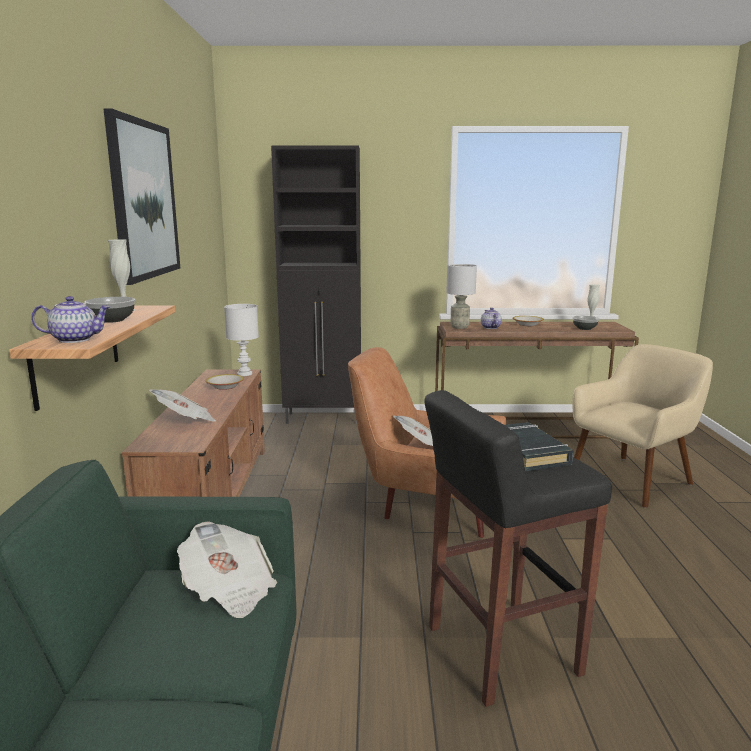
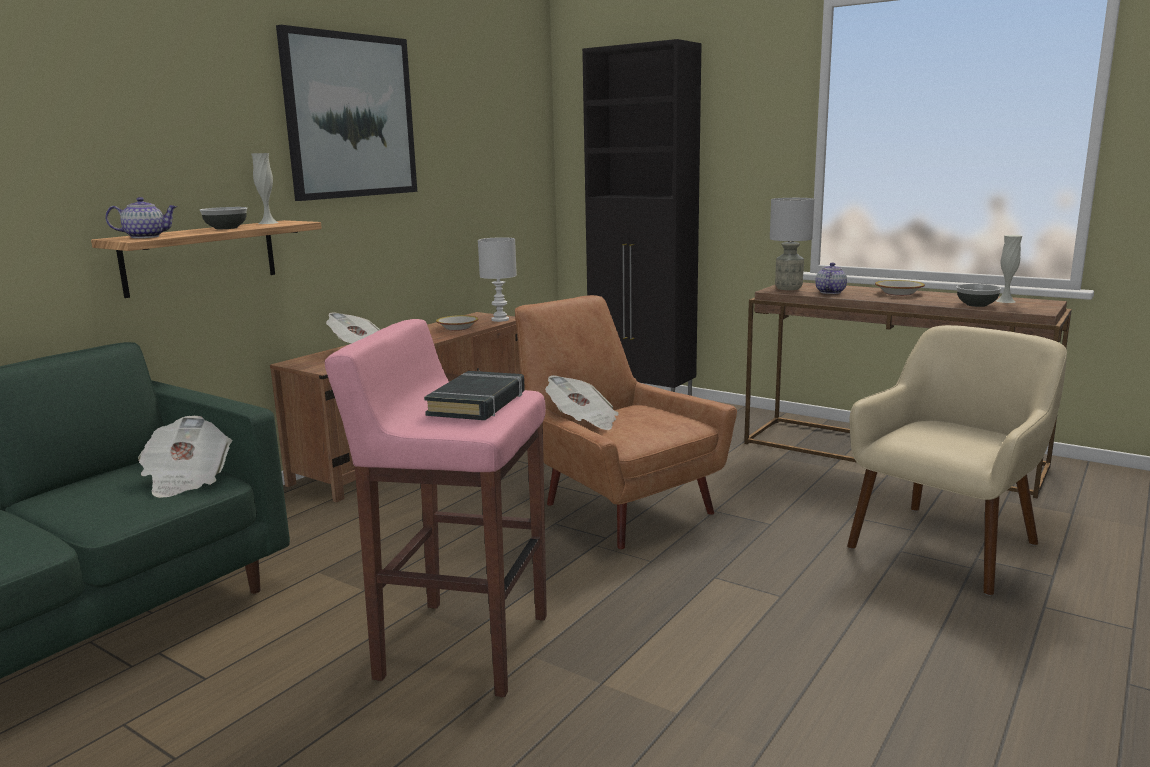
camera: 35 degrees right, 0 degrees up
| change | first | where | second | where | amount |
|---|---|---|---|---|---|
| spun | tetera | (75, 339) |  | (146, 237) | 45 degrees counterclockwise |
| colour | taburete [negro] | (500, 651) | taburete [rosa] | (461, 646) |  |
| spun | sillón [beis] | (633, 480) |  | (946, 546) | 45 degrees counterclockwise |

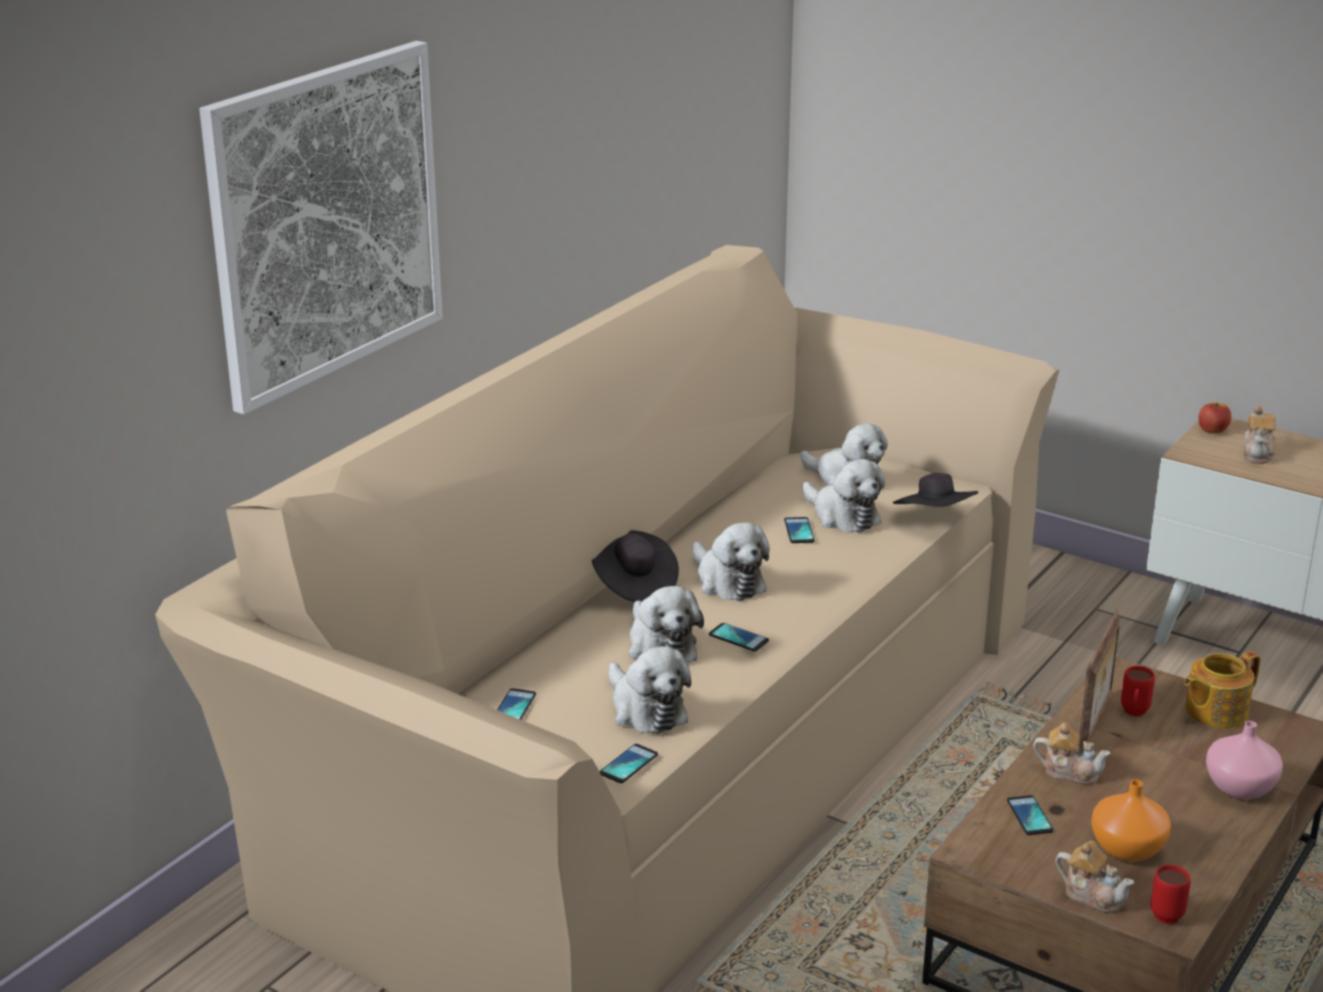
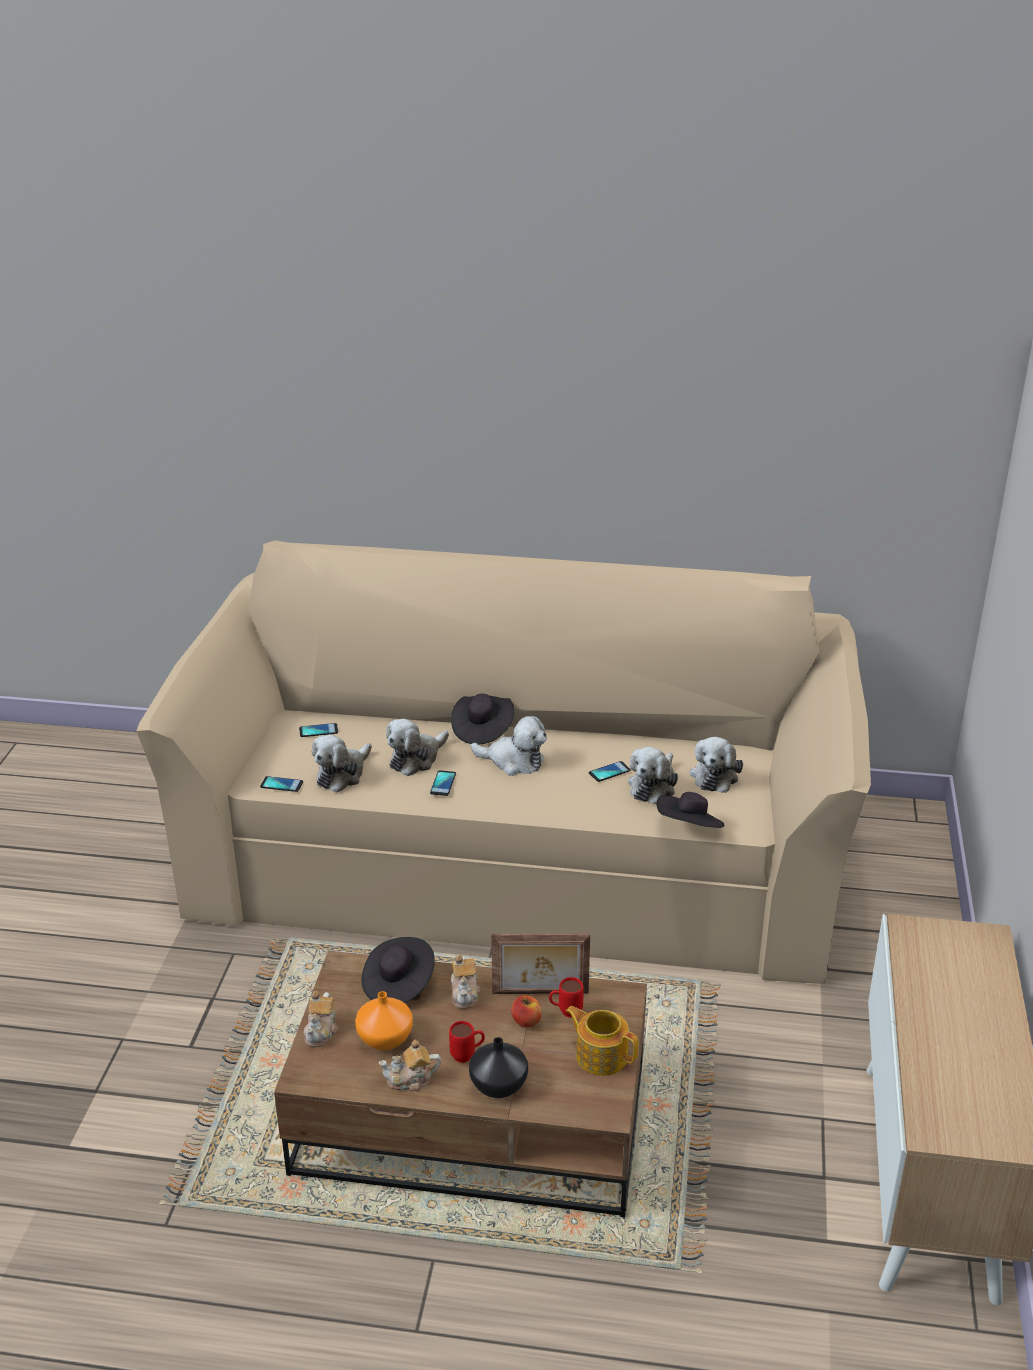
camera: 65 degrees right, 5 degrees up
| change | first | where | second | where | amount |
|---|---|---|---|---|---|
| exchanged | móvil | (1029, 816) | sombrero [negro] | (398, 984) |  |
| relocated | tetera | (1257, 454) |  | (410, 1080) |  |
| relocated | taza grande [rojo] | (1166, 912) |  | (467, 1055) |  |
| colour | florero [rosa] | (1240, 787) | florero [negro] | (500, 1085) |  |
| spun | peluche | (728, 581) |  | (513, 761) | 105 degrees counterclockwise |
| relocated | manzana | (1212, 430) |  | (526, 1021) |  |
| missing | cuadro | (326, 221) |  |  |  |

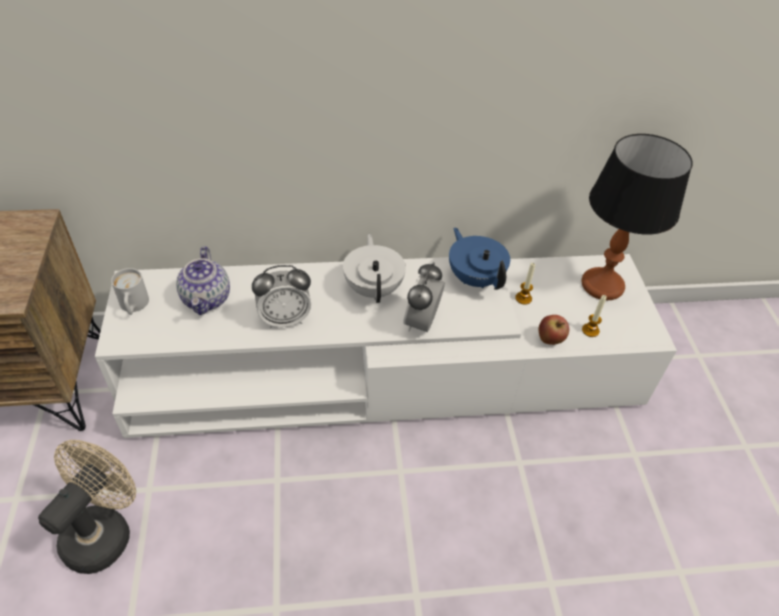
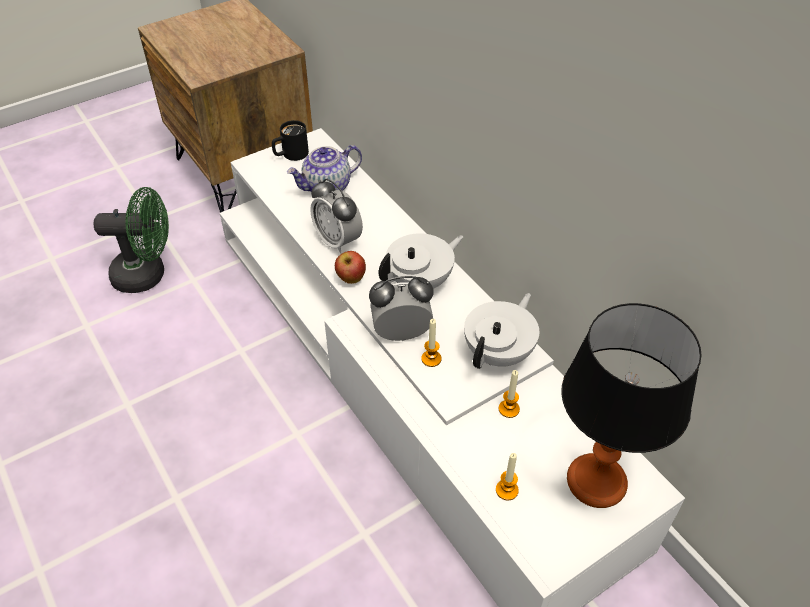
camera: 65 degrees right, 0 degrees up
| change | first | where | second | where | amount |
|---|---|---|---|---|---|
| colour | ventilador [beis] | (104, 531) | ventilador [verde] | (148, 275) |  |
| colour | taza grande [blanco] | (134, 306) | taza grande [negro] | (290, 155) |  |
| relocated | manzana | (550, 340) |  | (351, 279) |  |
| appeared |  |  | vela | (431, 359) |  |
| colour | tetera [azul] | (475, 278) | tetera [blanco] | (499, 353) |  |

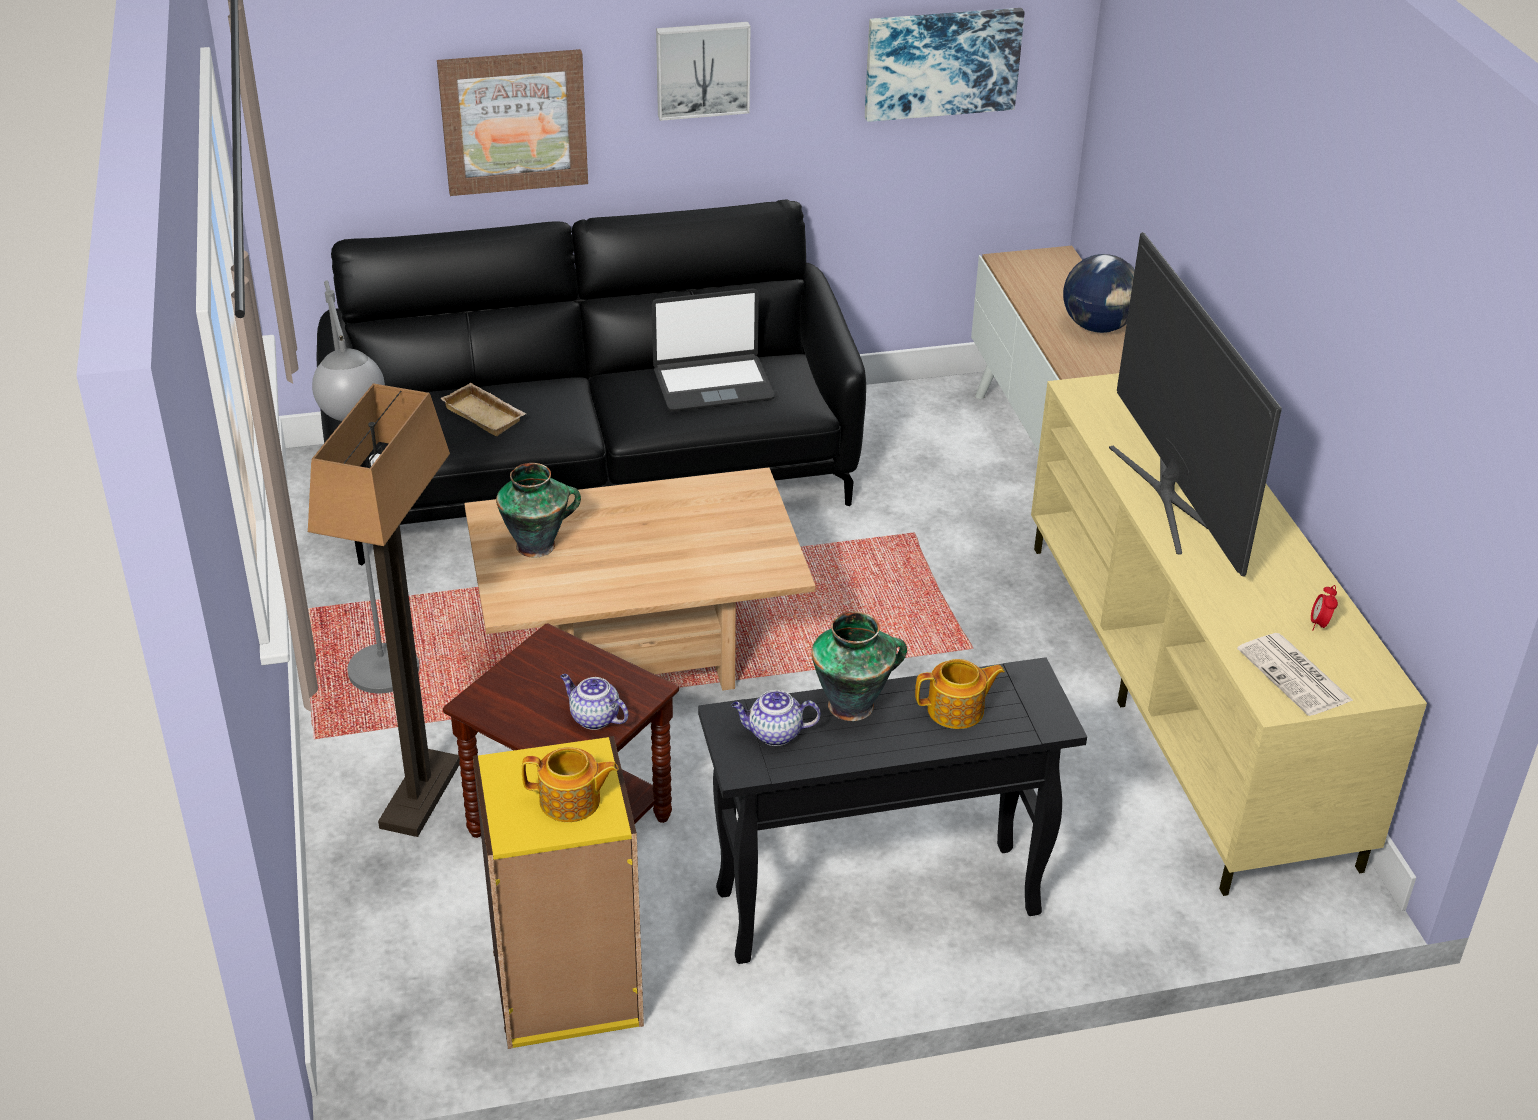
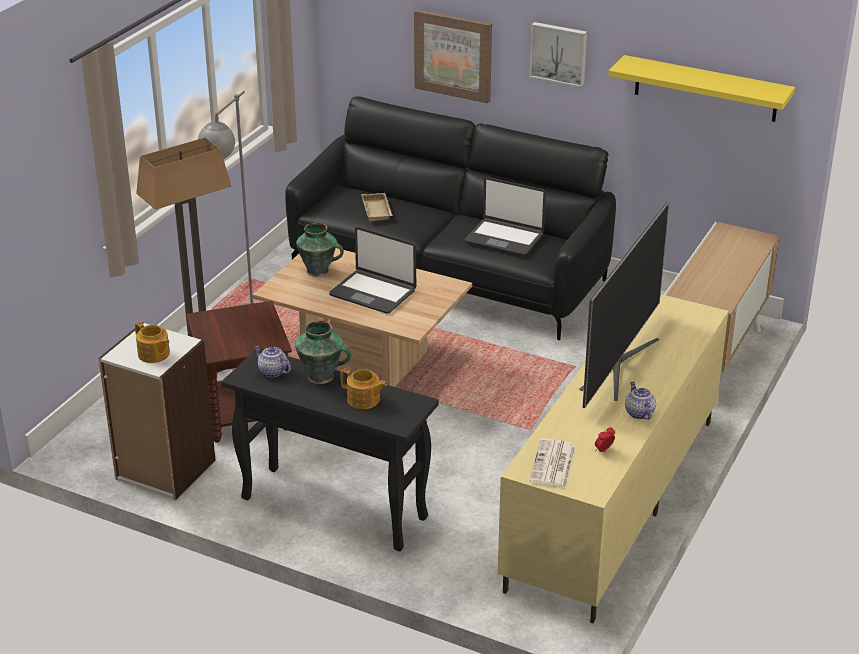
camera: 40 degrees right, 5 degrees down
| change | first | where | second | where | amount |
|---|---|---|---|---|---|
| colour | estantería [amarillo] | (567, 987) | estantería [blanco] | (165, 470) |  |
| appeared |  |  | portátil | (373, 292) |  |
| exchanged | cuadro | (941, 62) | estante [amarillo] | (705, 89) |  |
| relocated | tetera | (593, 718) |  | (639, 413) |  |
| missing | globo terráqueo | (1098, 327) |  |  |  |

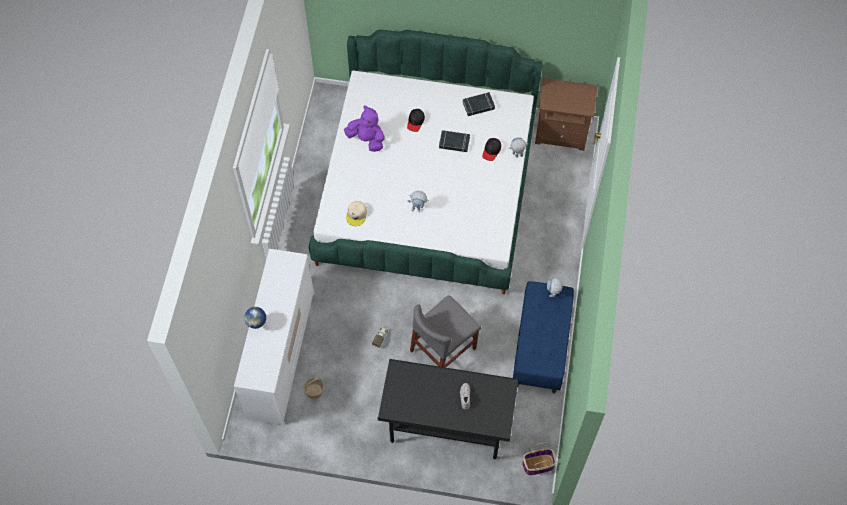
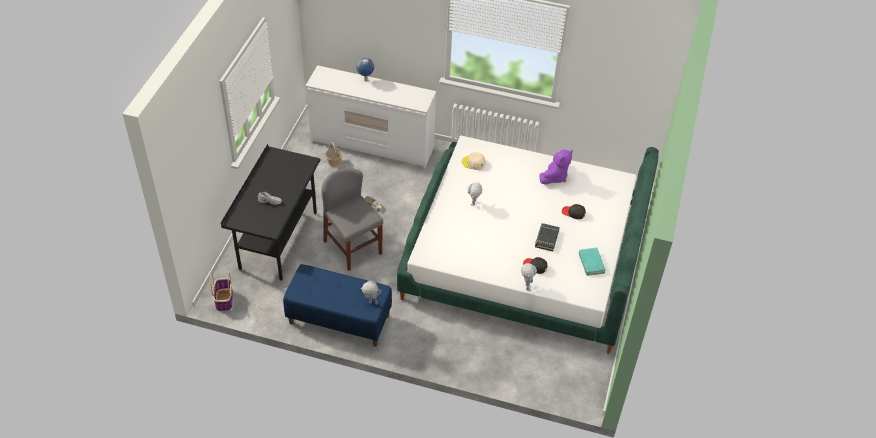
camera: 95 degrees right, 15 degrees down
| change | first | where | second | where | amount |
|---|---|---|---|---|---|
| colour | libro [negro] | (478, 106) | libro [turquesa] | (591, 263) |  |
| missing | mesita de noche [marrón] | (561, 133) |  |  |  |

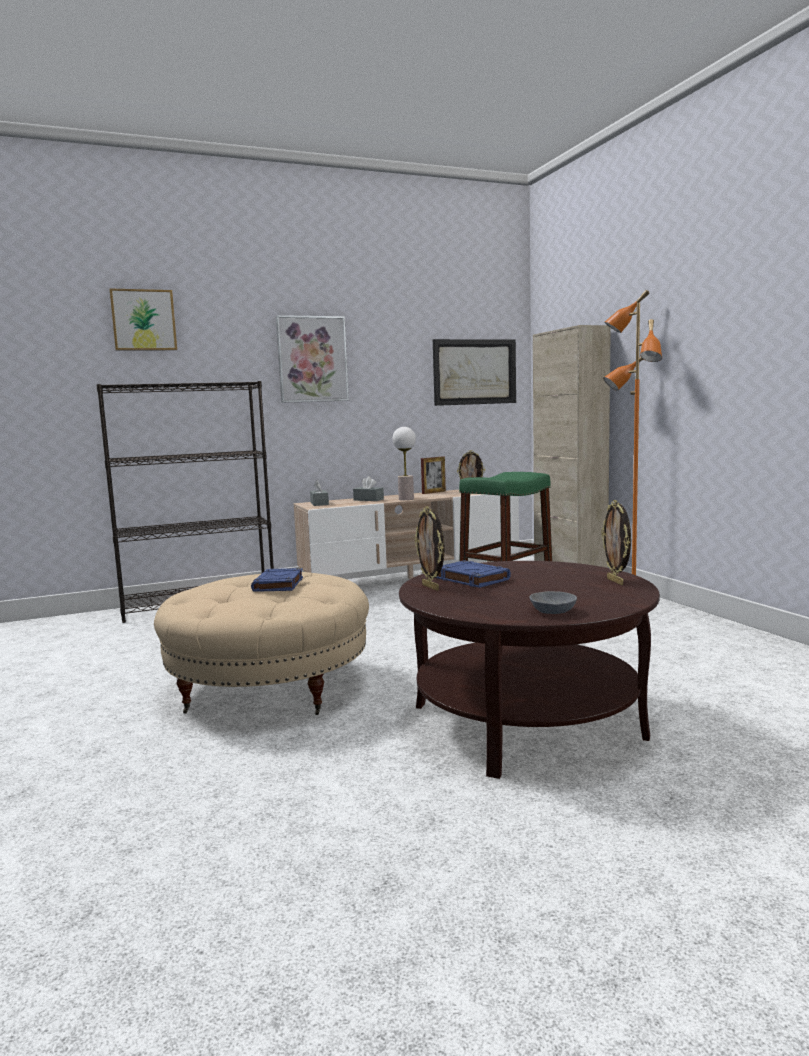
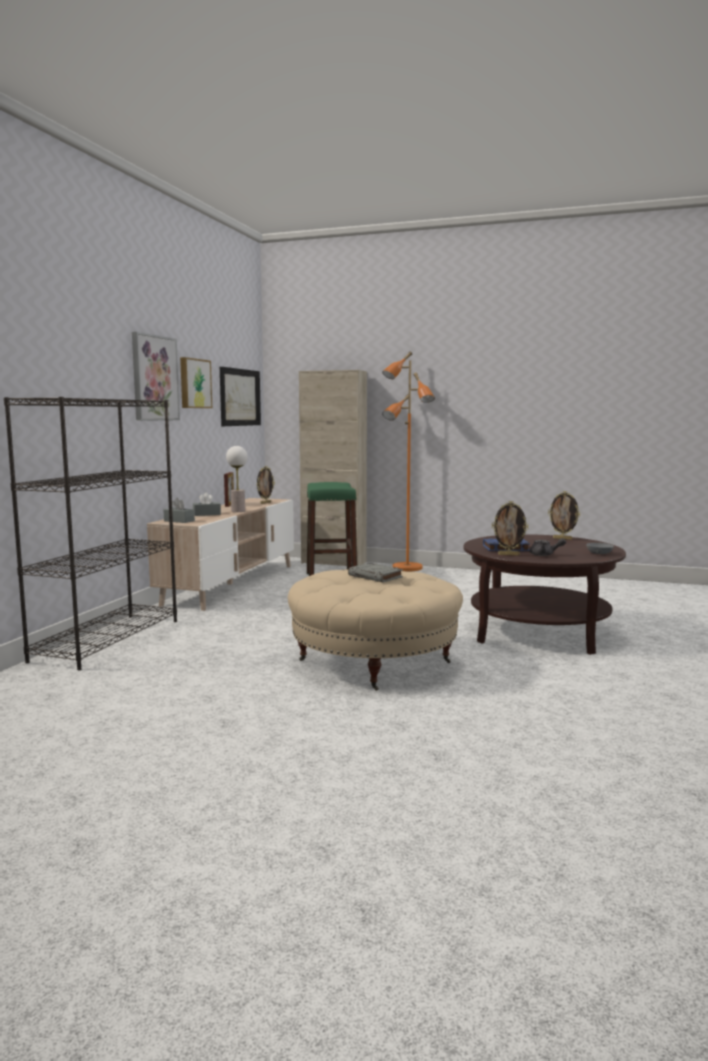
camera: 50 degrees left, 0 degrees up
| change | first | where | second | where | amount |
|---|---|---|---|---|---|
| relocated | cuadro | (143, 320) |  | (194, 383) |  |
| colour | libro [azul] | (278, 584) | libro [gris] | (376, 576) |  |
| appeared |  |  | tetera [gris] | (545, 555) |  |

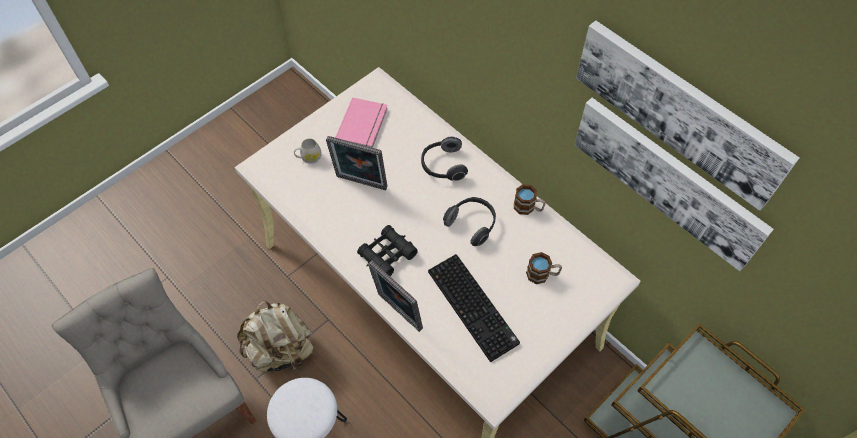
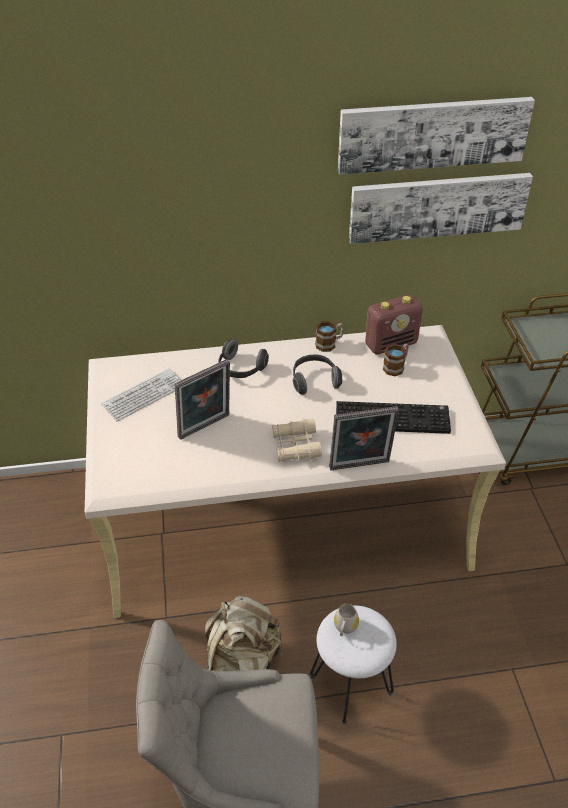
camera: 55 degrees left, 15 degrees down
| change | first | where | second | where | amount |
|---|---|---|---|---|---|
| exchanged | libro [rosa] | (363, 125) | teclado | (144, 395) |  |
| colour | prismáticos [negro] | (387, 255) | prismáticos [beis] | (295, 446) |  |
| relocated | taza grande [blanco] | (309, 157) |  | (344, 628) |  |
| appeared |  |  | radio | (391, 344) |  |

